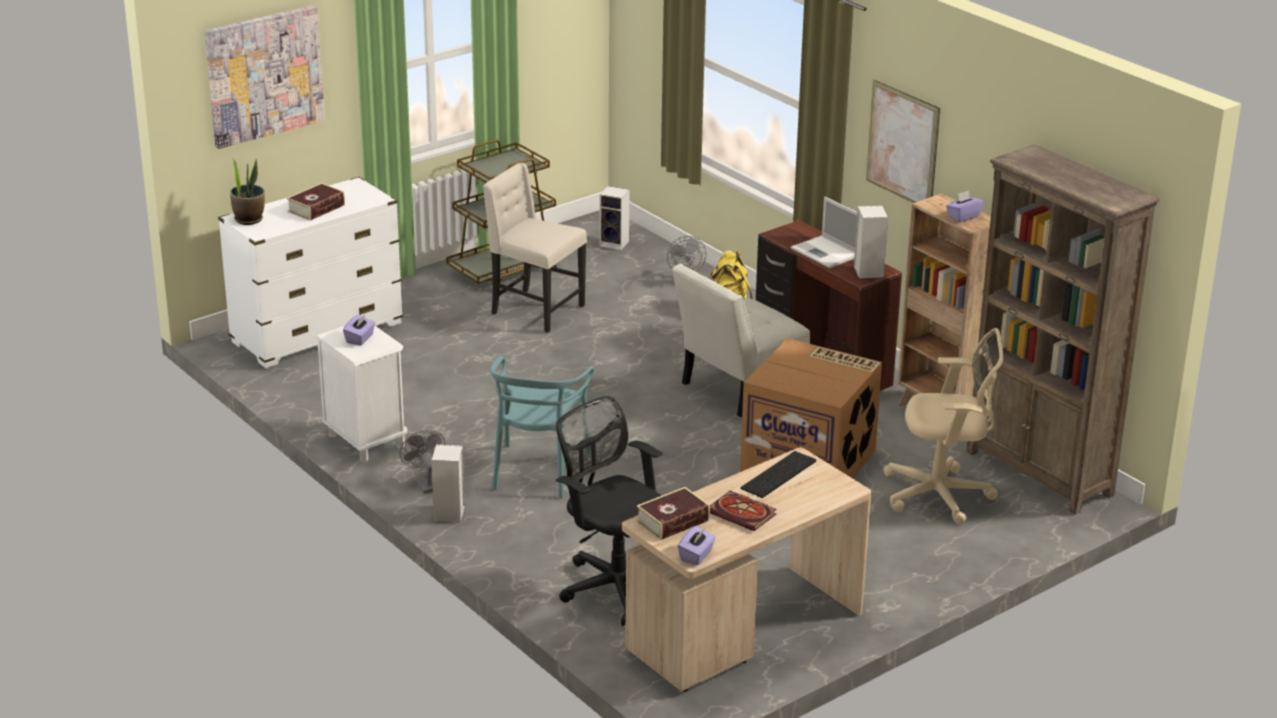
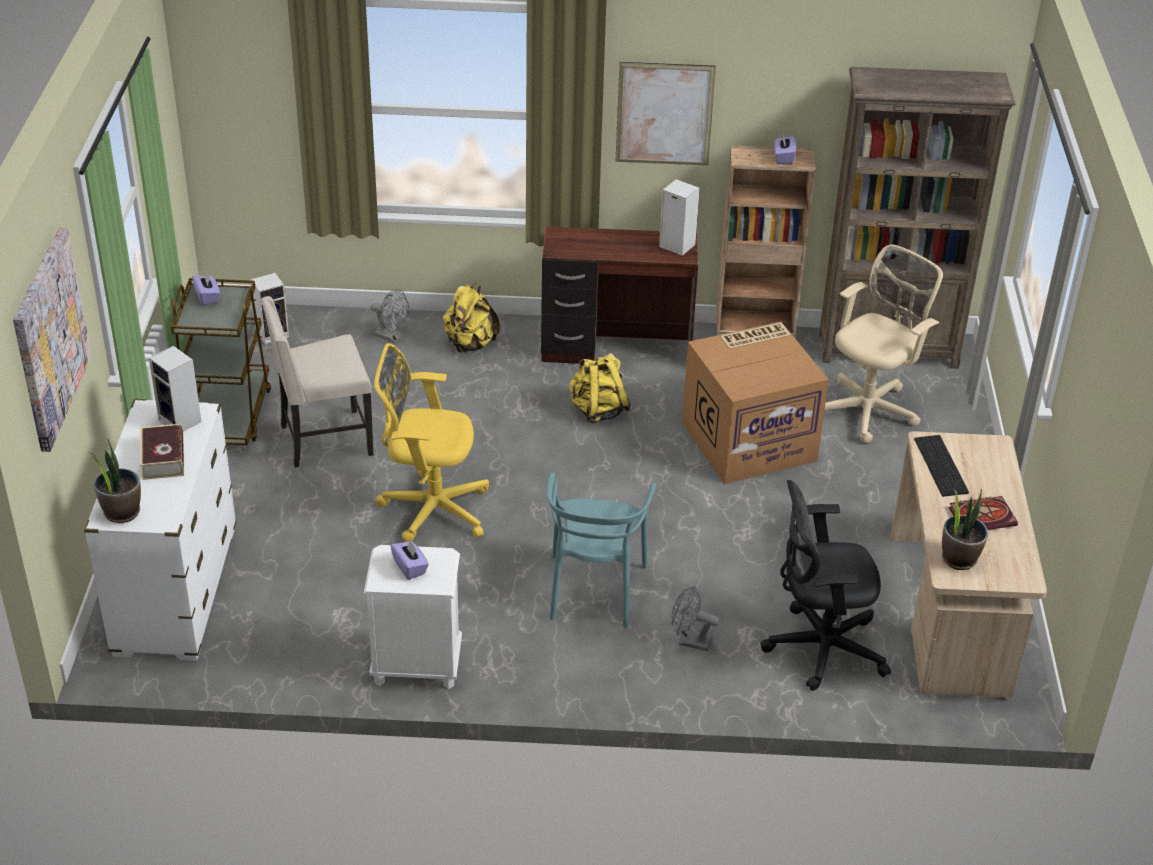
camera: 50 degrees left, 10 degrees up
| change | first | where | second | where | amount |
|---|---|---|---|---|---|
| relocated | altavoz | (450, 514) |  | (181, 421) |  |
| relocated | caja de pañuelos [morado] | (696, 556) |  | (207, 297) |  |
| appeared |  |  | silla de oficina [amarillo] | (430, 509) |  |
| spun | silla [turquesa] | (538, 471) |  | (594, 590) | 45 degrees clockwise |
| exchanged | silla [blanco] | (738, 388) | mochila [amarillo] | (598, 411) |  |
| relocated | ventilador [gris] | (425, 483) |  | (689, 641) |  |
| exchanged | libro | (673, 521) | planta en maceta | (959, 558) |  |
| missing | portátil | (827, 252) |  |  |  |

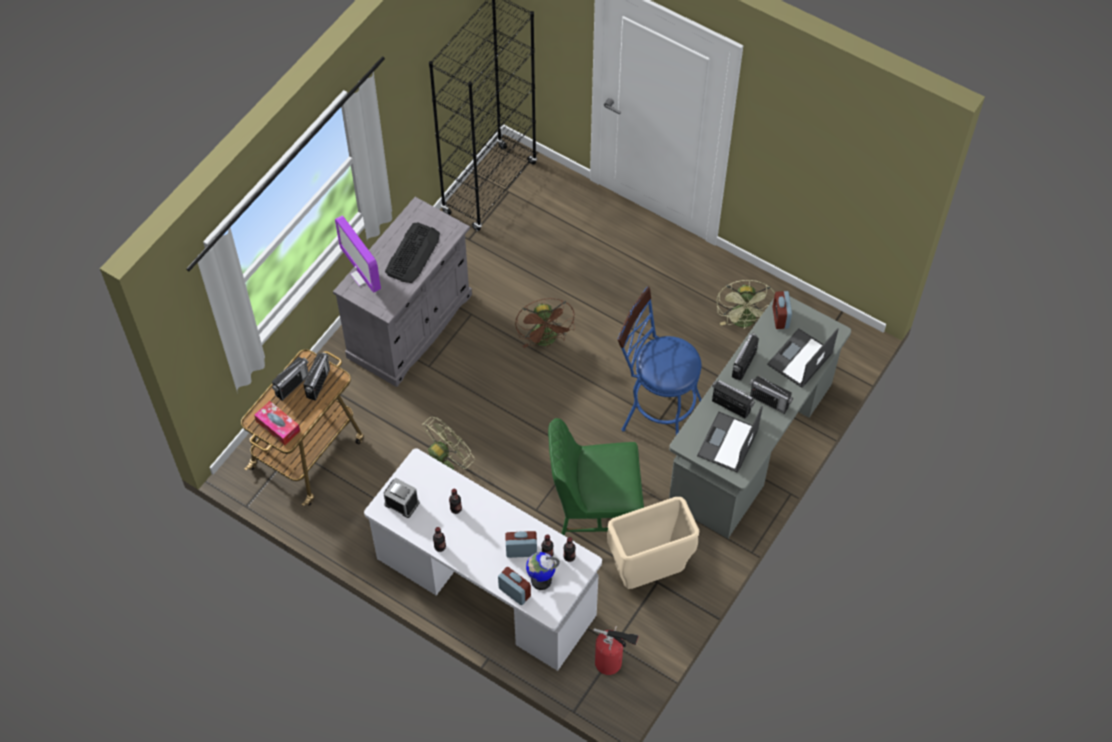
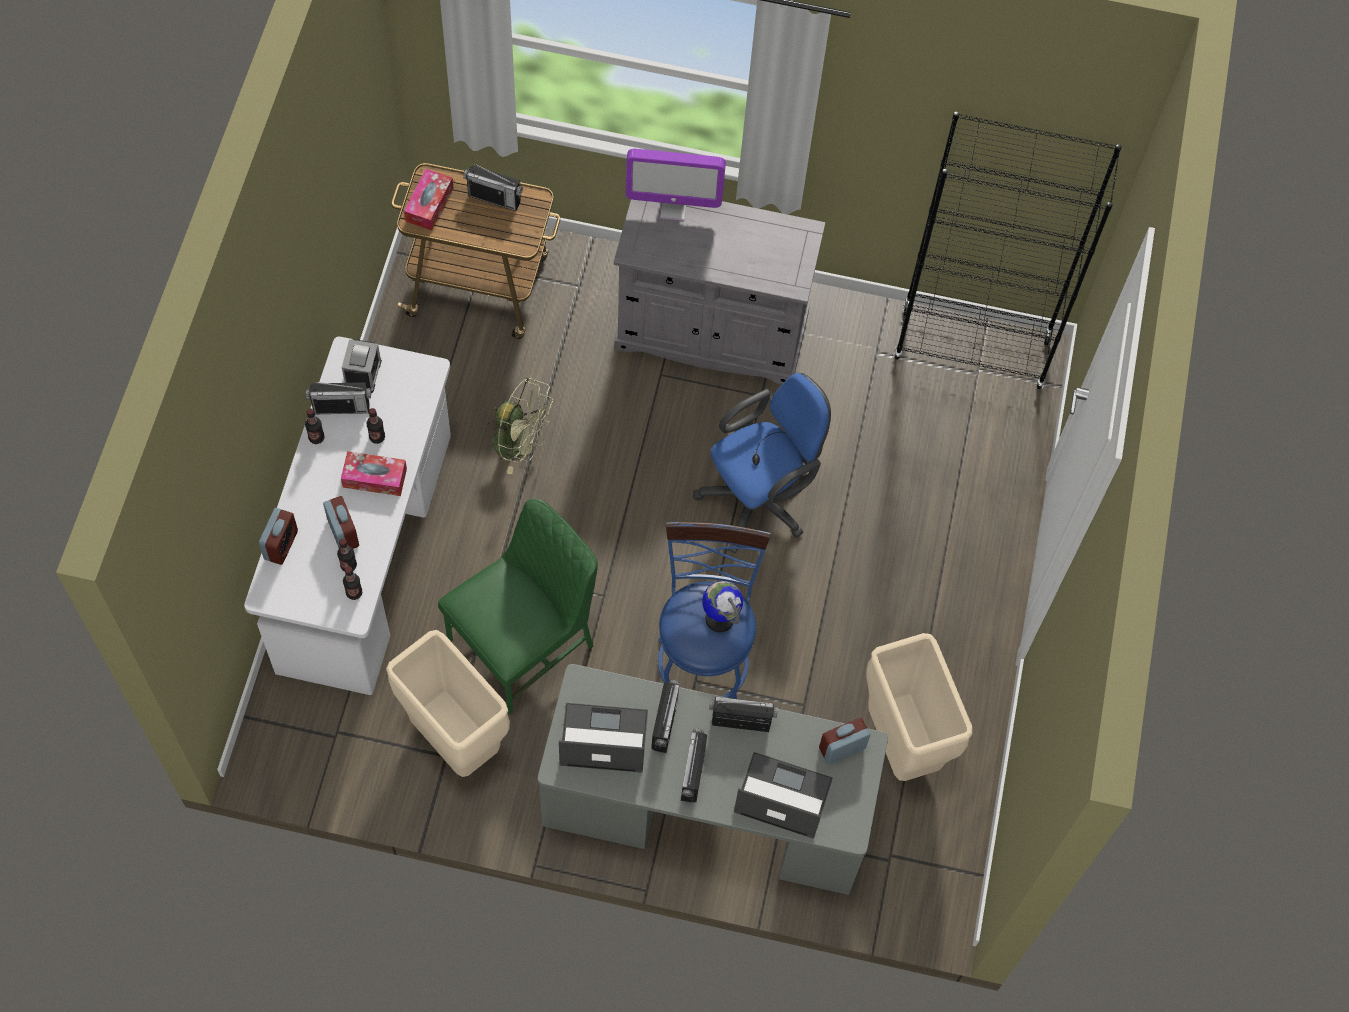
camera: 65 degrees right, 5 degrees up
| change | first | where | second | where | amount |
|---|---|---|---|---|---|
| relocated | radio | (318, 383) |  | (342, 407) |  |
| appeared |  |  | caja de pañuelos | (374, 478) |  |
| spun | silla [verde] | (594, 510) |  | (524, 643) | 75 degrees clockwise |
| spun | monitor | (363, 276) |  | (673, 208) | 120 degrees counterclockwise |
| exchanged | ventilador [marrón] | (546, 340) | silla de oficina [azul] | (760, 499) |  |
| relocated | globo terráqueo | (541, 580) |  | (719, 618) |  |
| exchanged | ventilador [verde] | (744, 322) | papelera [beis] | (902, 744) |  |
| missing | teclado | (413, 253) |  |  |  |
| missing | extintor | (611, 663) |  |  |  |

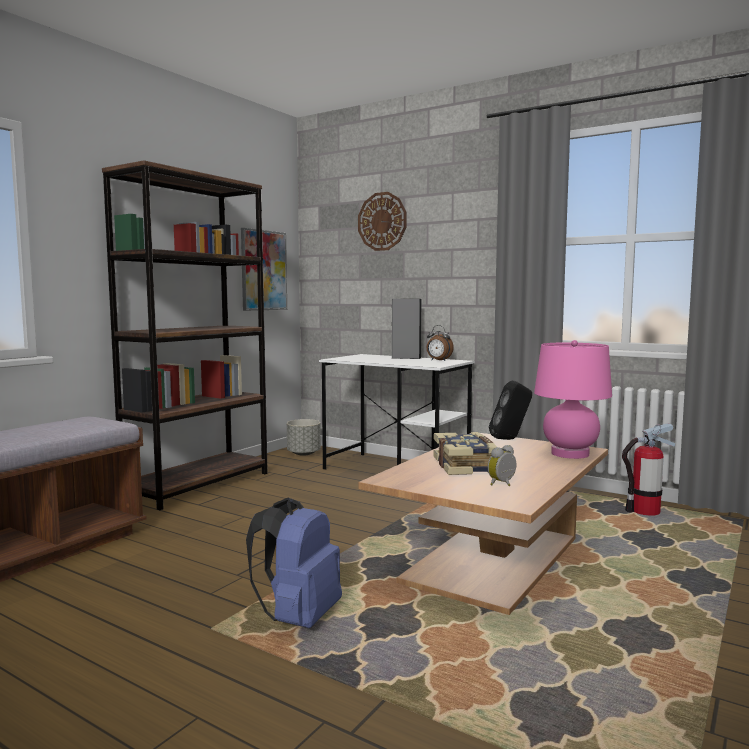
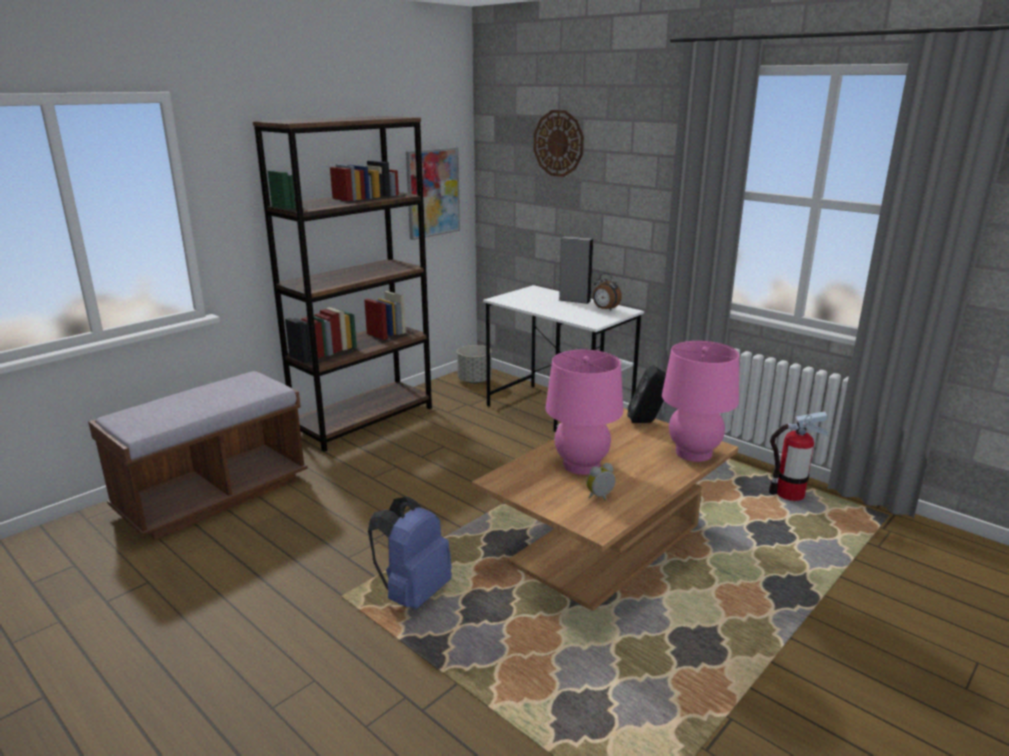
camera: 10 degrees right, 15 degrees up
| change | first | where | second | where | amount |
|---|---|---|---|---|---|
| exchanged | libro | (467, 466) | lámpara de mesa [rosa] | (581, 465) |  |

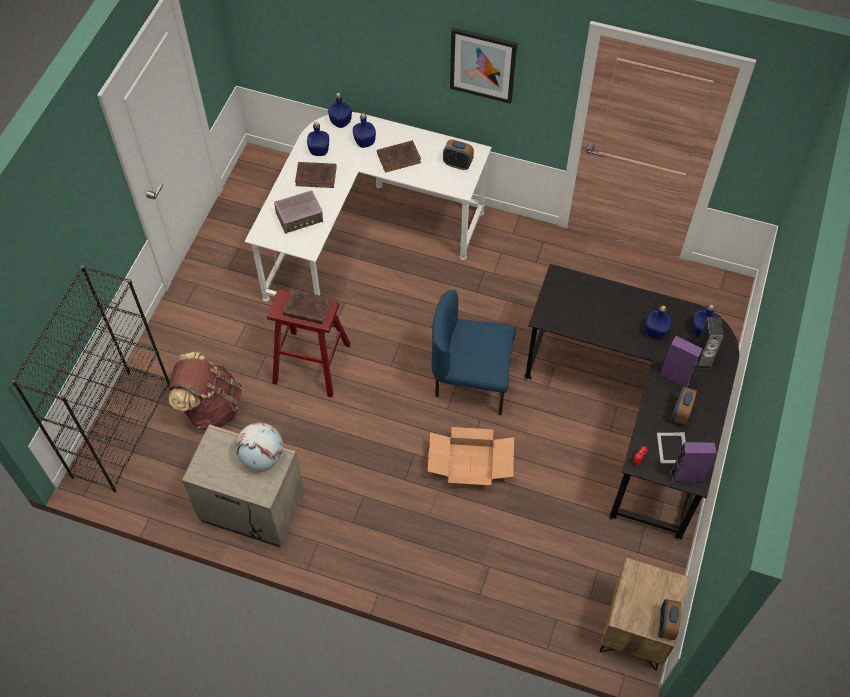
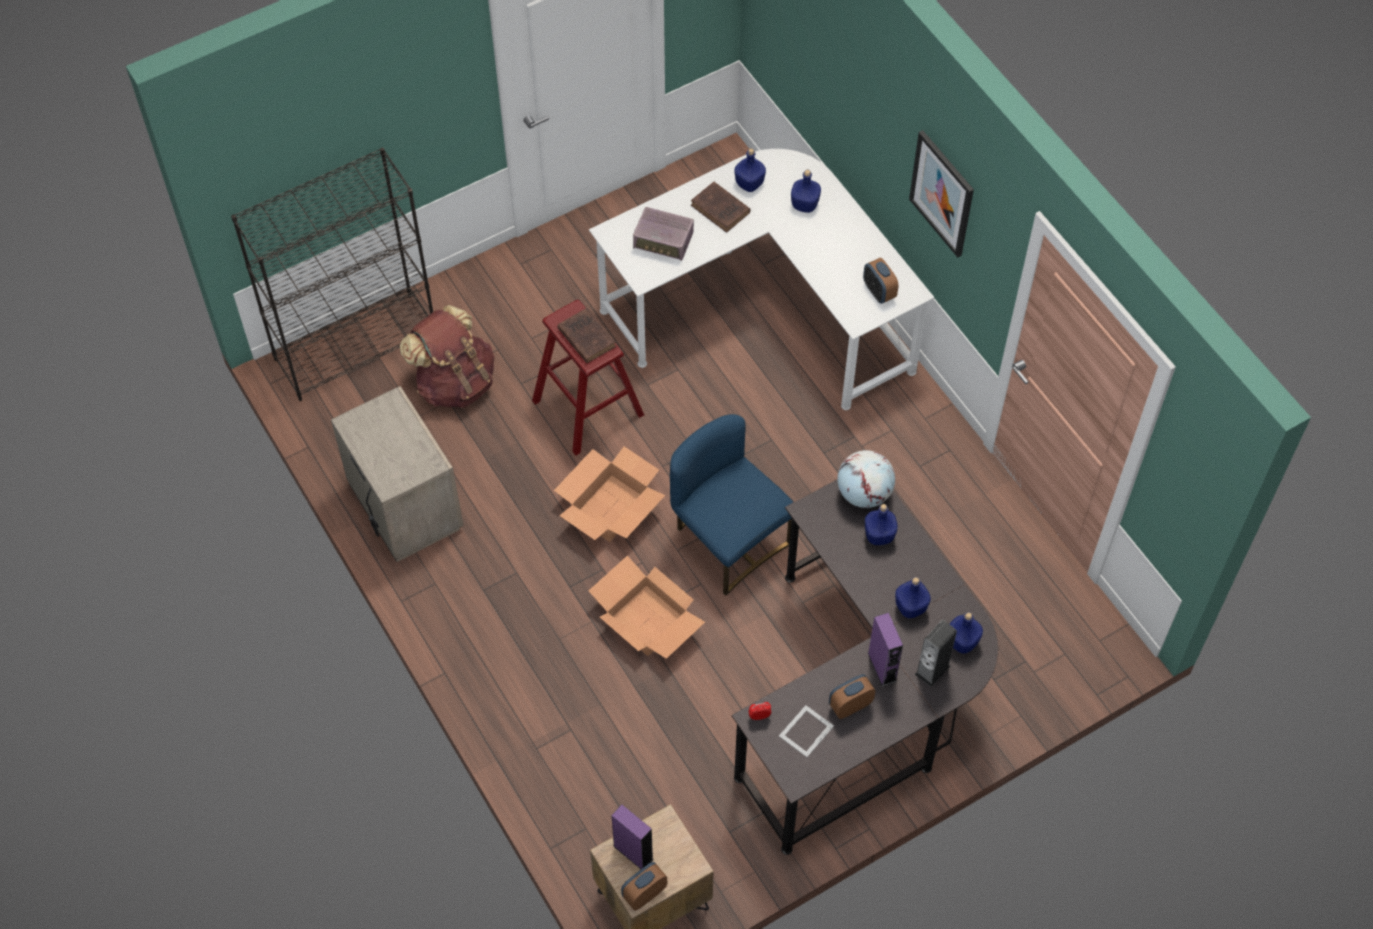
camera: 40 degrees right, 0 degrees up
| change | first | where | second | where | amount |
|---|---|---|---|---|---|
| appeared |  |  | caja de cartón | (610, 508) |  |
| relocated | altavoz [morado] | (687, 476) |  | (633, 852) |  |
| relocated | globo terráqueo | (262, 456) |  | (864, 493) |  |
| relocated | botella [azul] | (341, 122) |  | (879, 535) |  |
| missing | libro [marrón] | (400, 158) |  |  |  |

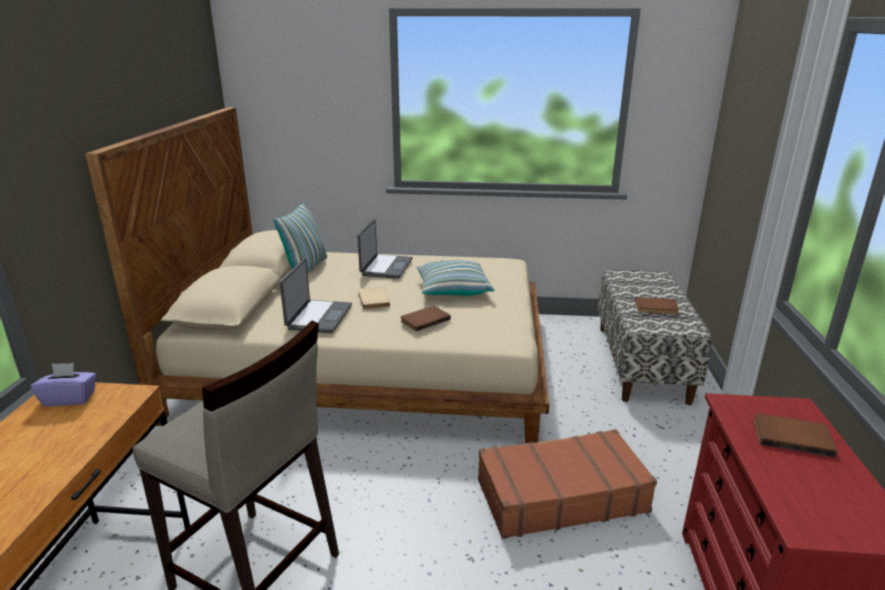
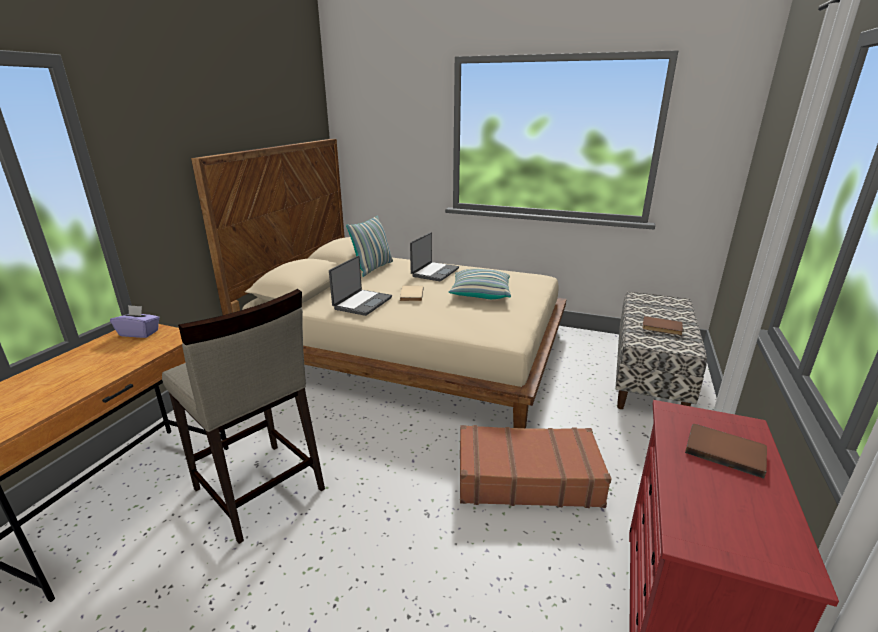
camera: 15 degrees right, 0 degrees up
| change | first | where | second | where | amount |
|---|---|---|---|---|---|
| missing | libro [marrón] | (424, 319) |  |  |  |

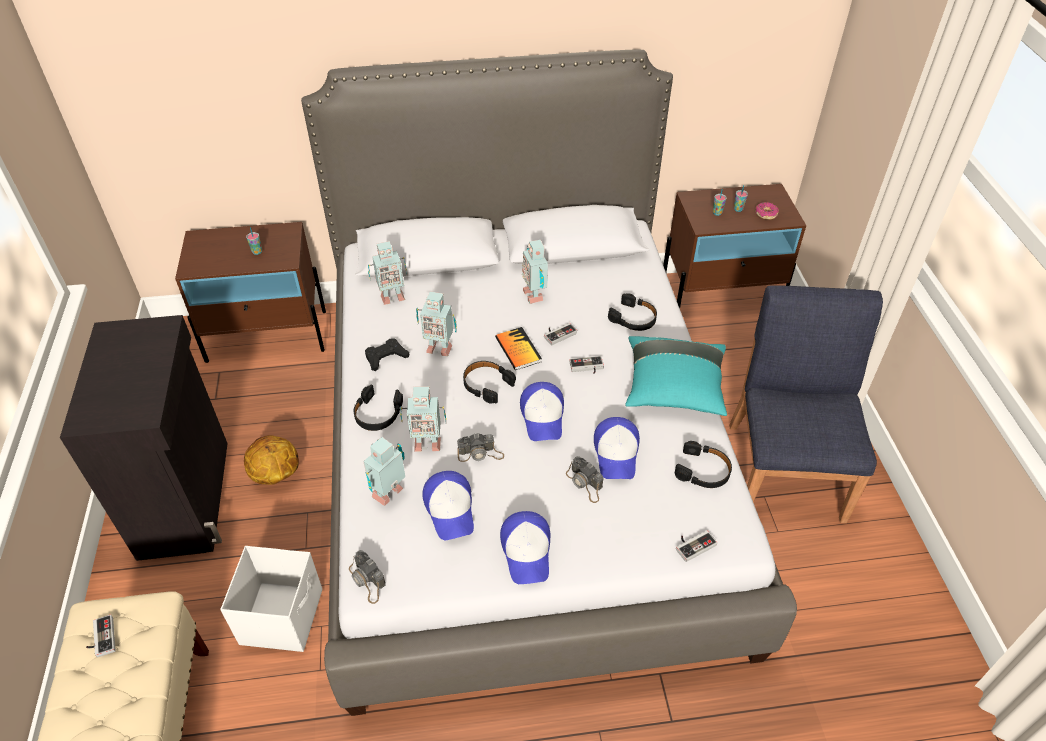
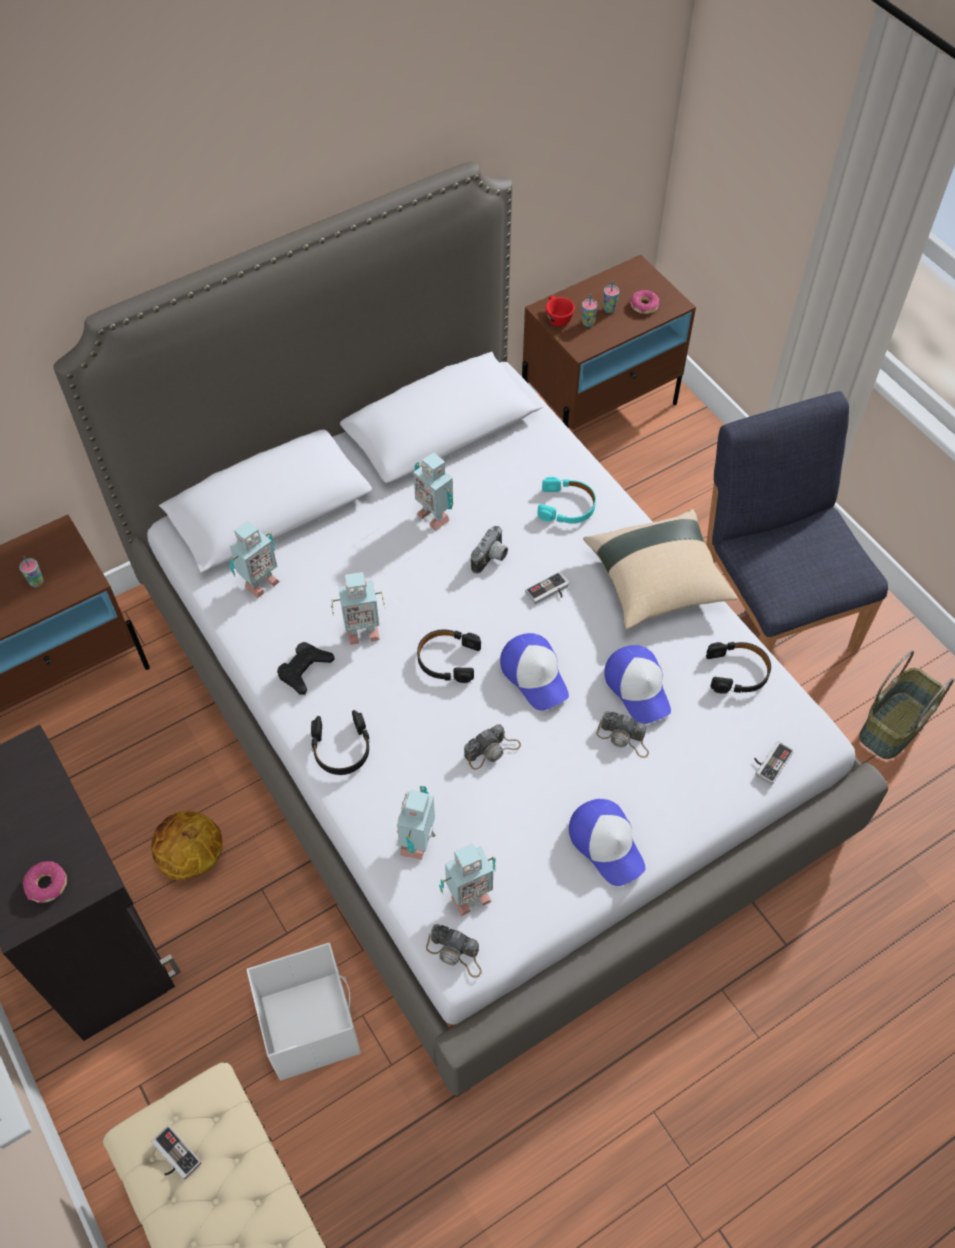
camera: 25 degrees left, 10 degrees up
| change | first | where | second | where | amount |
|---|---|---|---|---|---|
| appeared |  |  | rosquilla | (47, 885) |  |
| relocated | robot de juguete | (426, 443) |  | (468, 897) |  |
| exchanged | mando de consola | (558, 333) | cámara | (491, 559) |  |
| colour | auriculares [negro] | (633, 318) | auriculares [turquesa] | (567, 506) |  |
| appeared |  |  | taza [rojo] | (557, 317) |  |
| colour | cojín [turquesa] | (673, 388) | cojín [beis] | (657, 582) |  |
| appeared |  |  | cesta | (893, 724) |  |
| missing | gorra | (450, 509) |  |  |  |
| missing | libro | (518, 349) |  |  |  |

